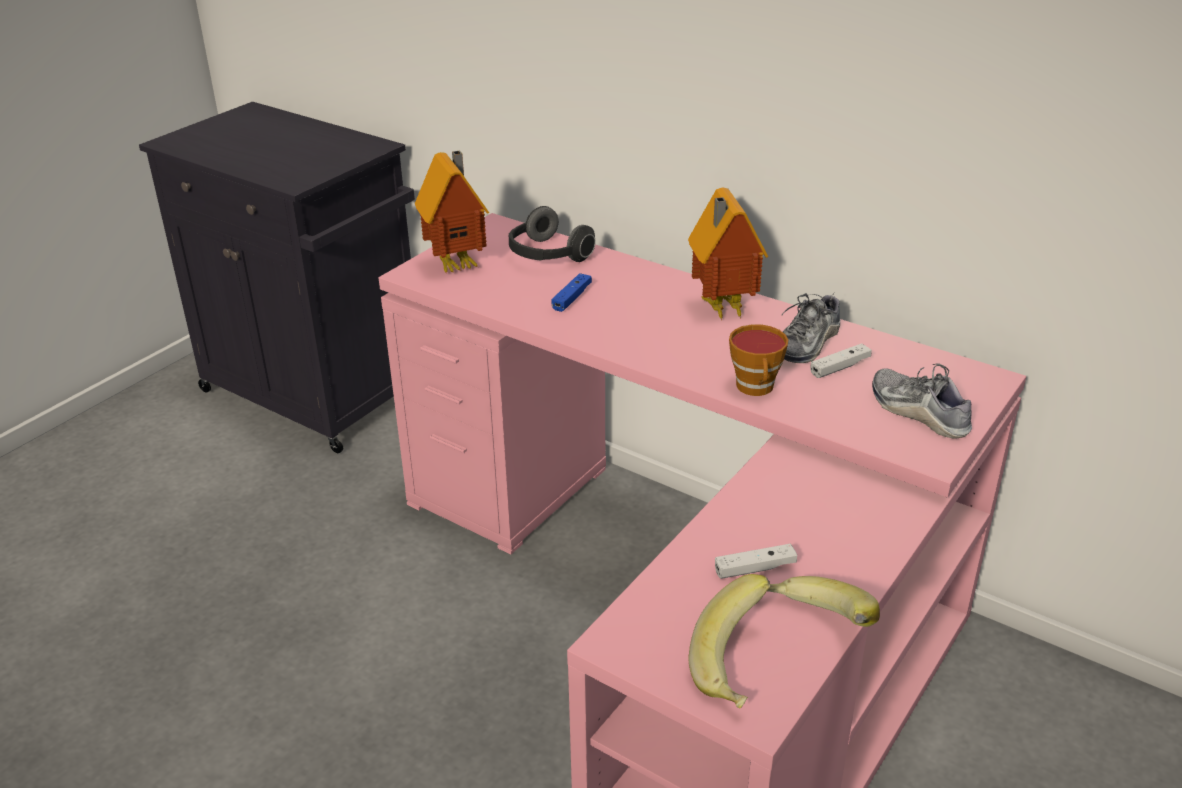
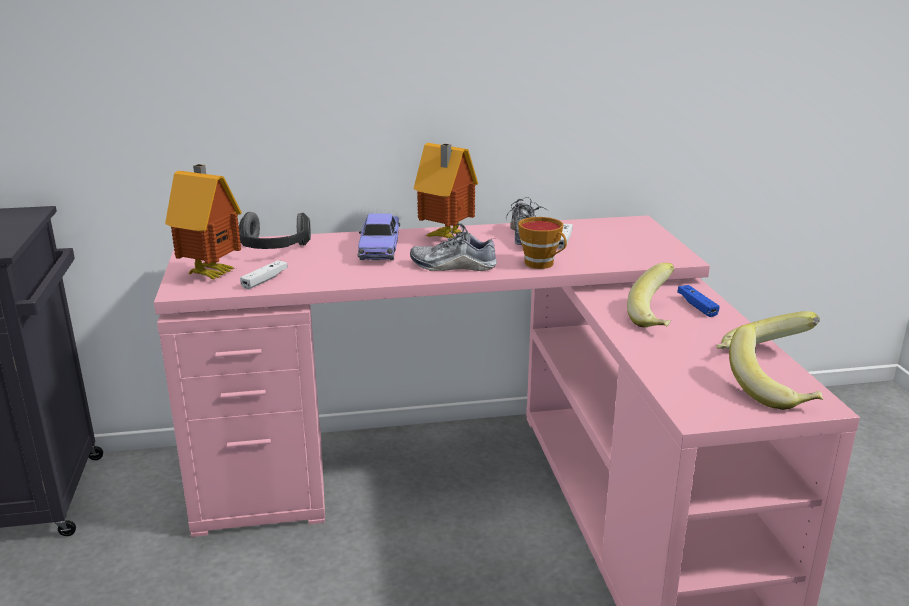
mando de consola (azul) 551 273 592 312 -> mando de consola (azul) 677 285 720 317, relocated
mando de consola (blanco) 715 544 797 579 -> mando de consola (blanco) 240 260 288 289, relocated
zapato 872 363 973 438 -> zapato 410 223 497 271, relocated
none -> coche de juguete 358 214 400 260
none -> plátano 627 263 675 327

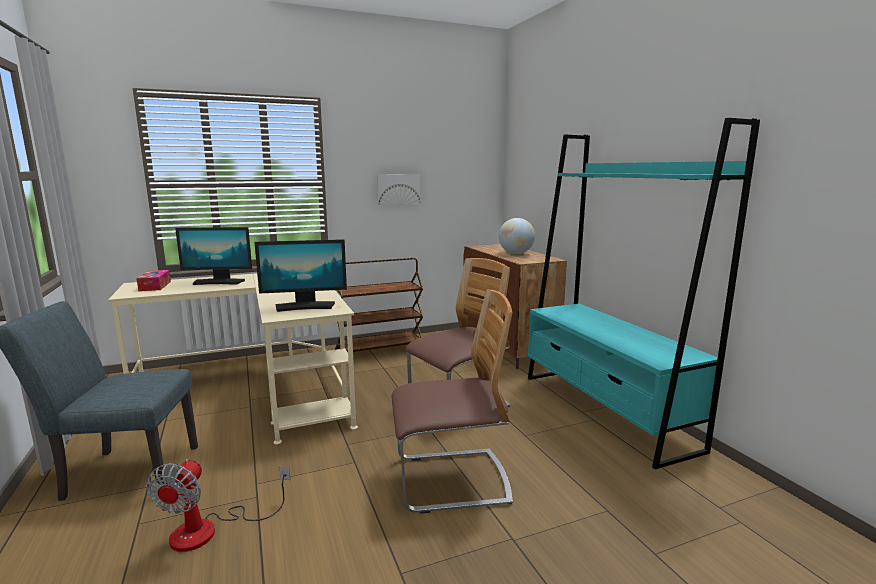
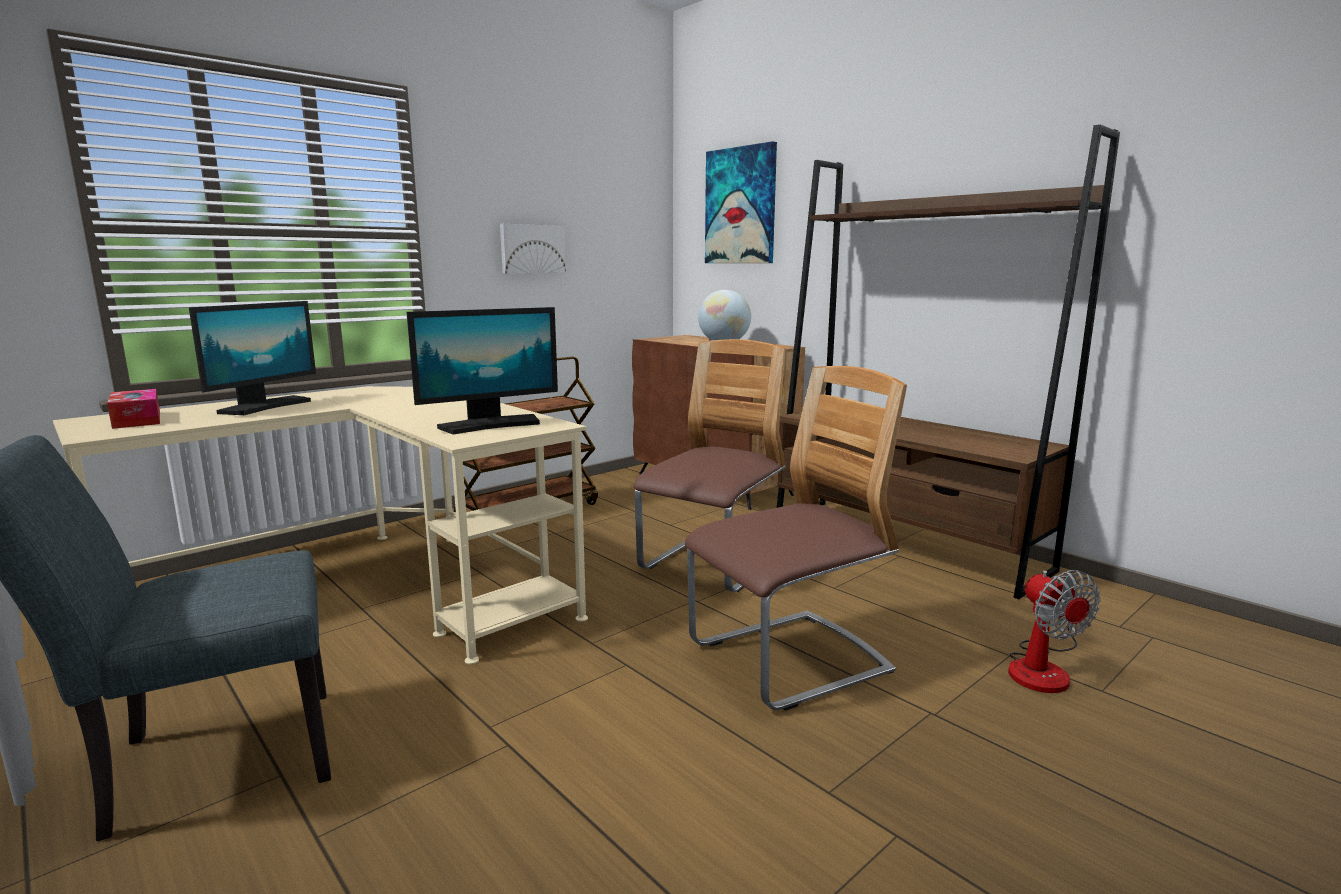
ventilador 147 459 290 552 -> ventilador 1008 570 1101 693, relocated
monitor 175 227 252 285 -> monitor 189 301 316 415, 45 degrees counterclockwise
estantería (turquesa) 528 118 760 469 -> estantería (marrón) 777 124 1120 599
none -> cuadro 705 141 777 263

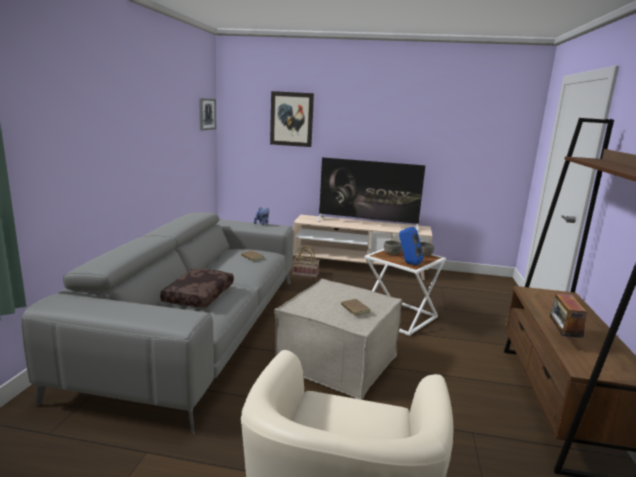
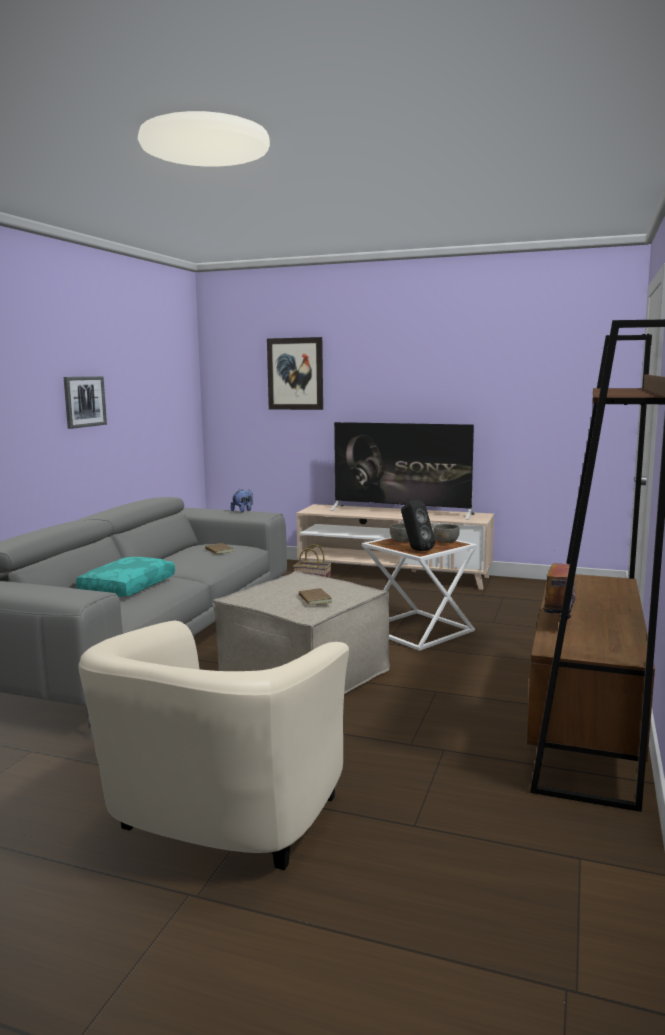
cojín (marrón) 160 269 234 308 -> cojín (turquesa) 76 557 175 597
cuadro 199 98 216 131 -> cuadro 64 376 107 429, relocated
altavoz (azul) 399 227 423 265 -> altavoz (negro) 401 499 435 551

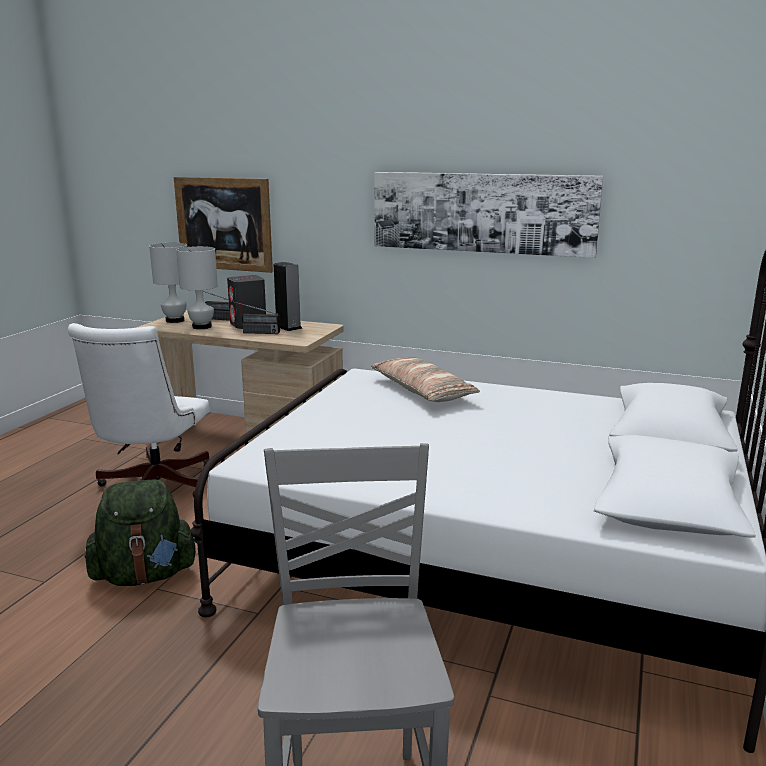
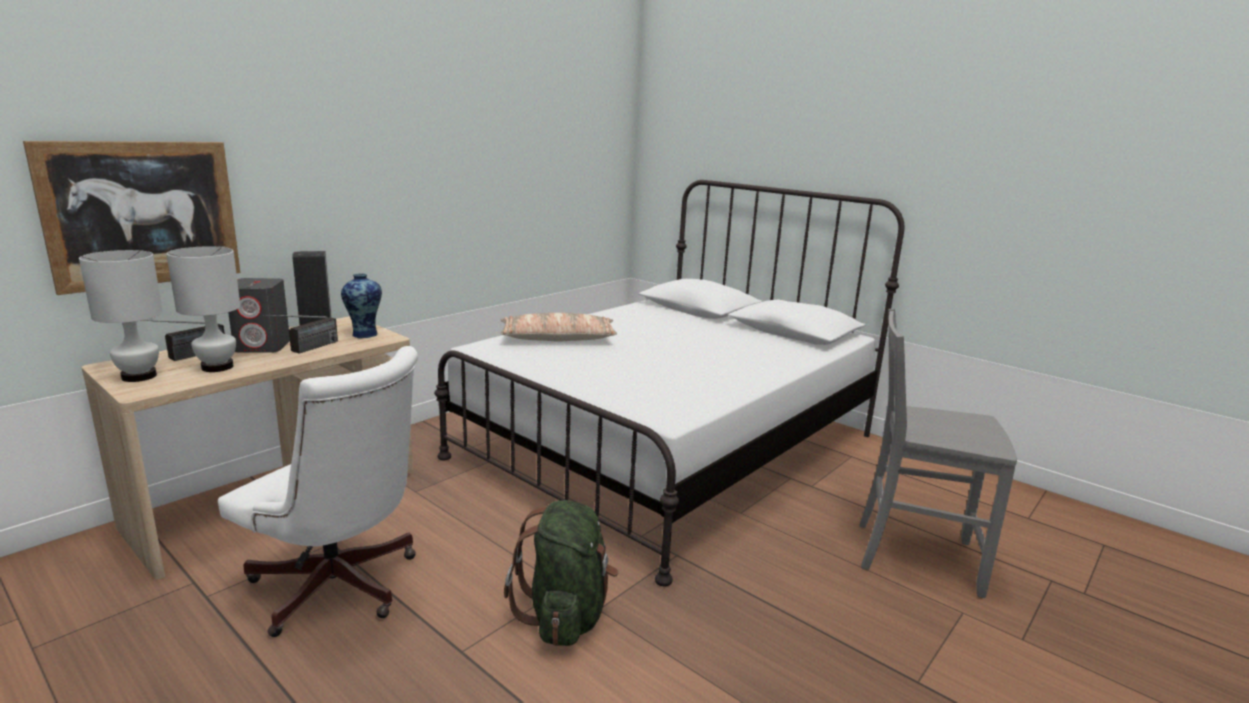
cuadro 374 172 603 258 -> none
none -> florero 341 273 382 338

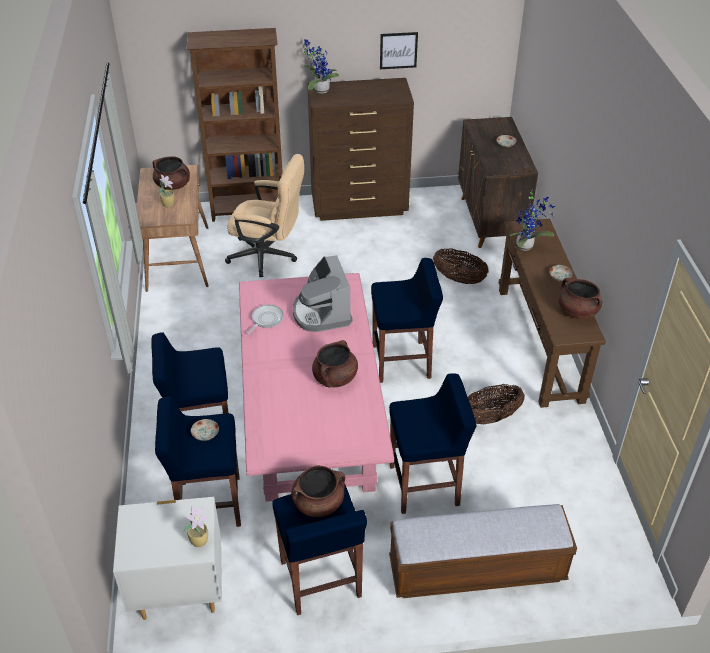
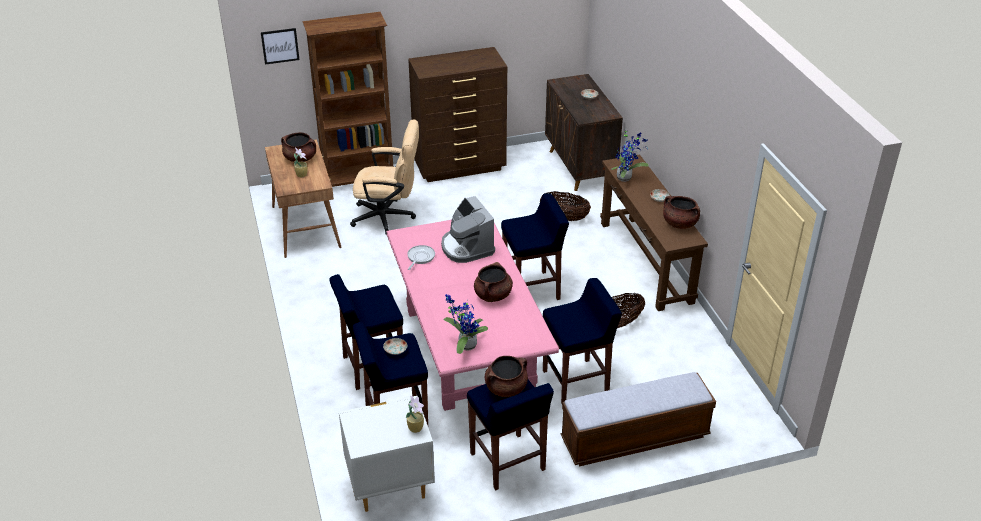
planta en maceta 303 39 339 94 -> planta en maceta 443 294 488 354, relocated
cuadro 380 32 418 69 -> cuadro 261 28 300 65, relocated

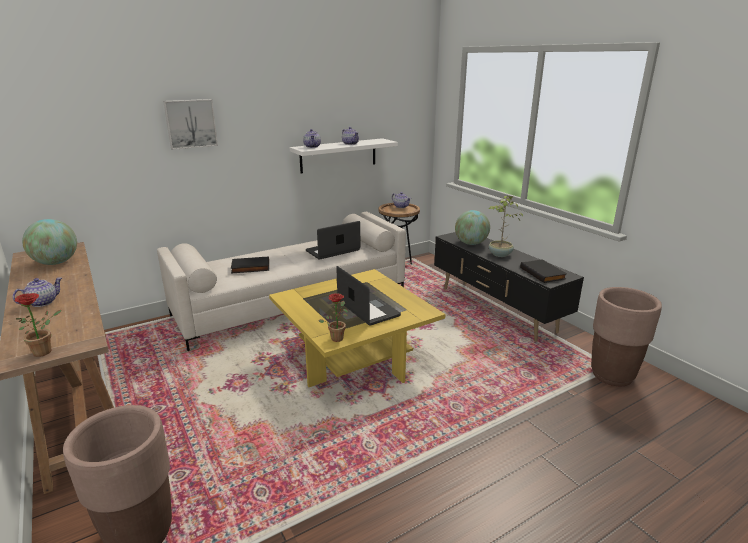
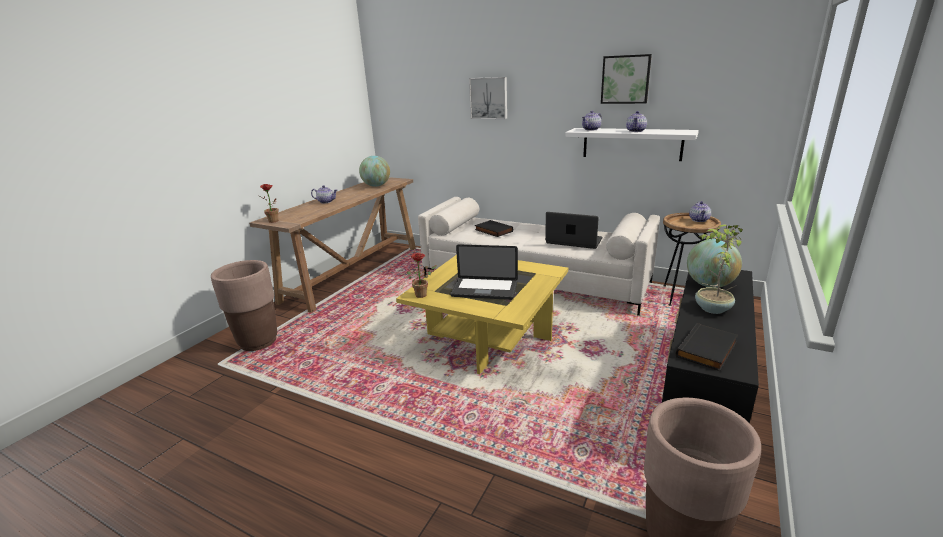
portátil 336 266 401 326 -> portátil 450 244 518 300, 75 degrees clockwise
none -> cuadro 601 54 652 104

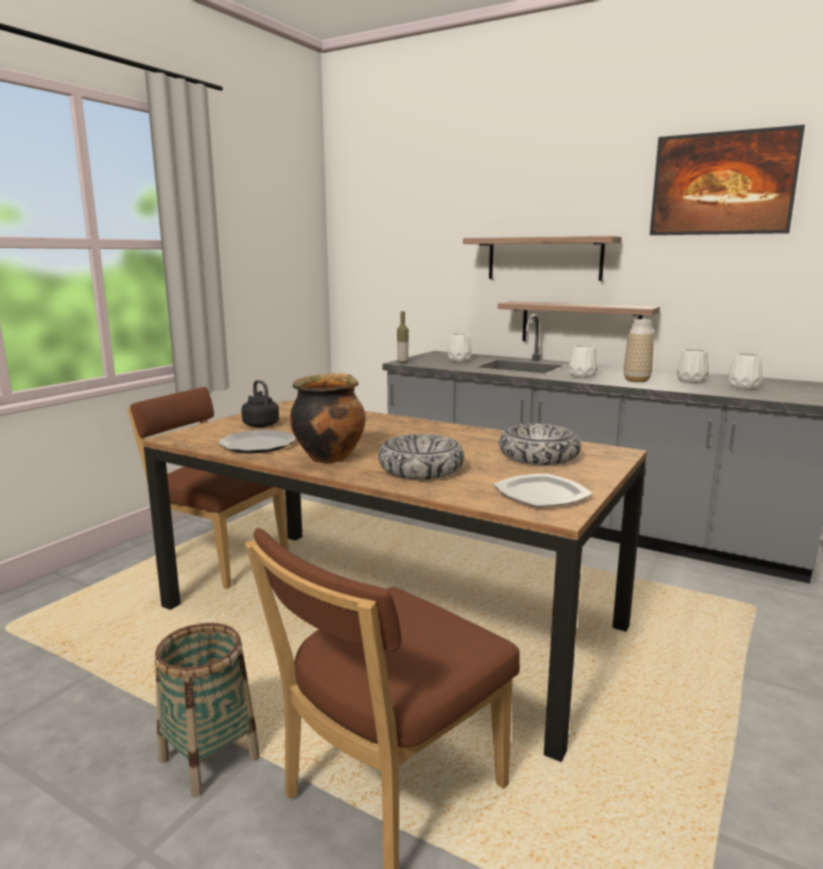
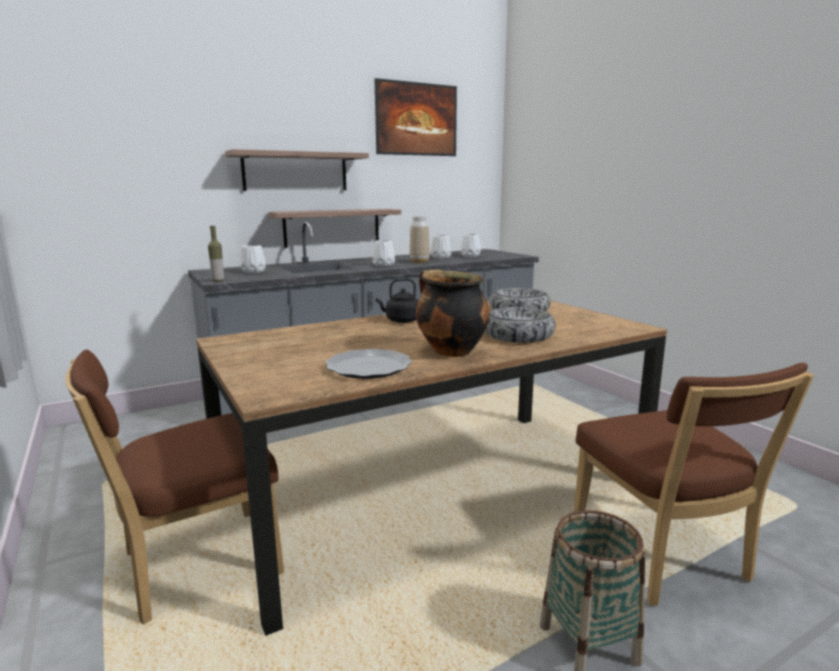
hervidor (negro) 242 380 279 427 -> hervidor (negro) 376 278 419 323, relocated
plato 493 473 593 507 -> none

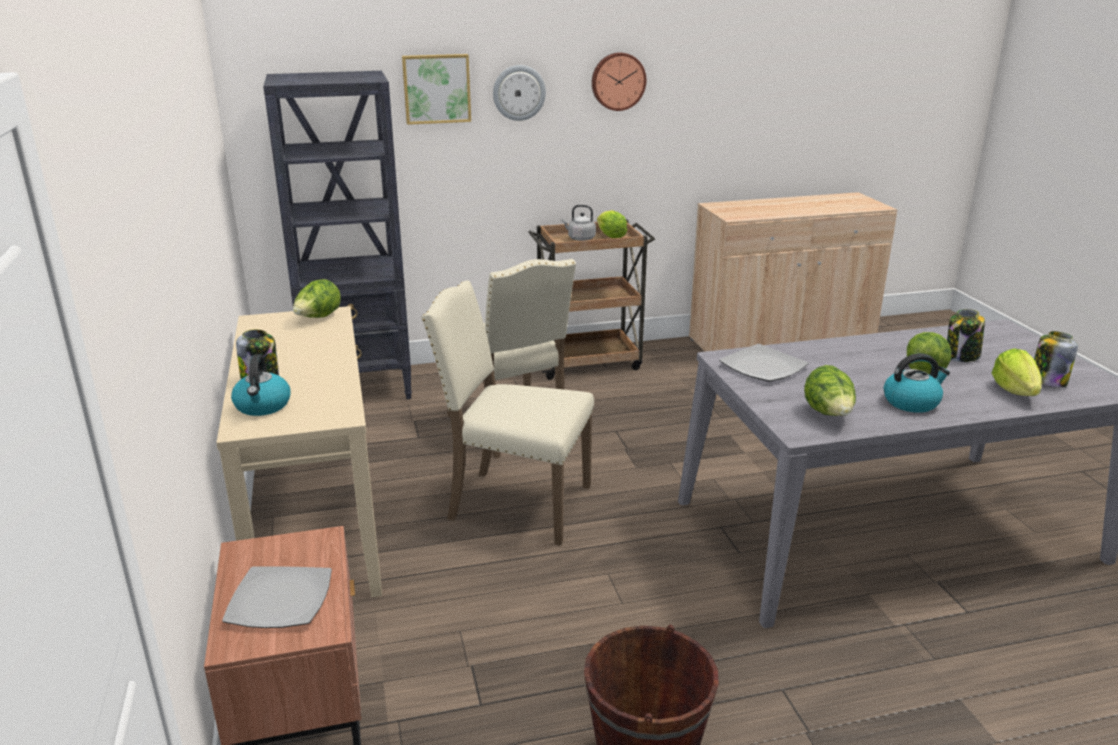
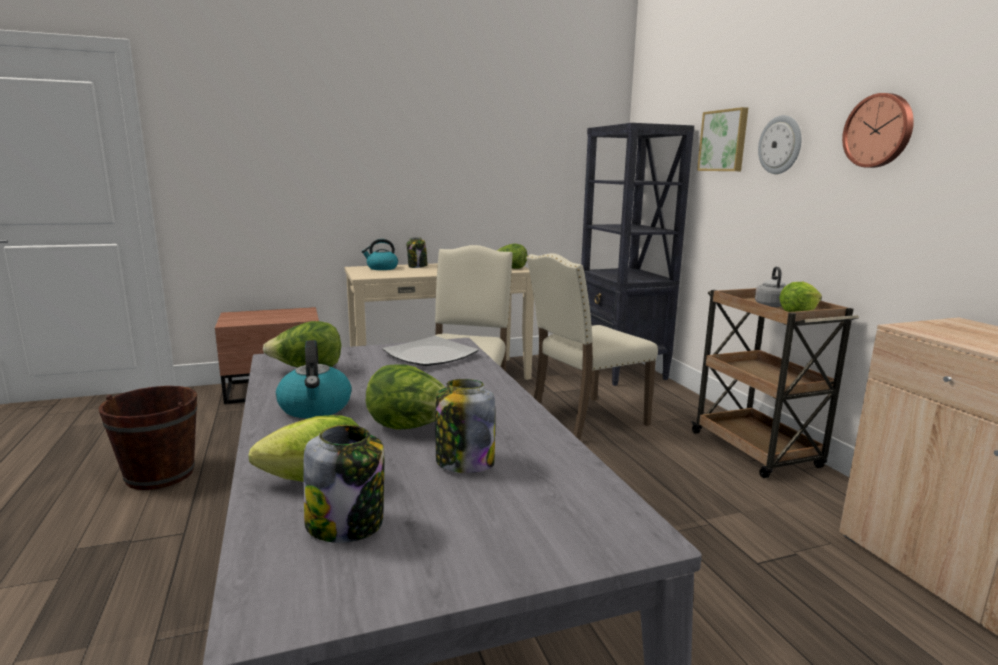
plato 222 566 332 628 -> none

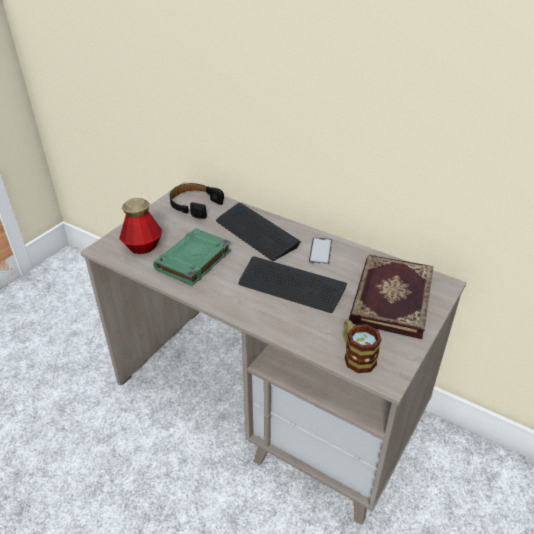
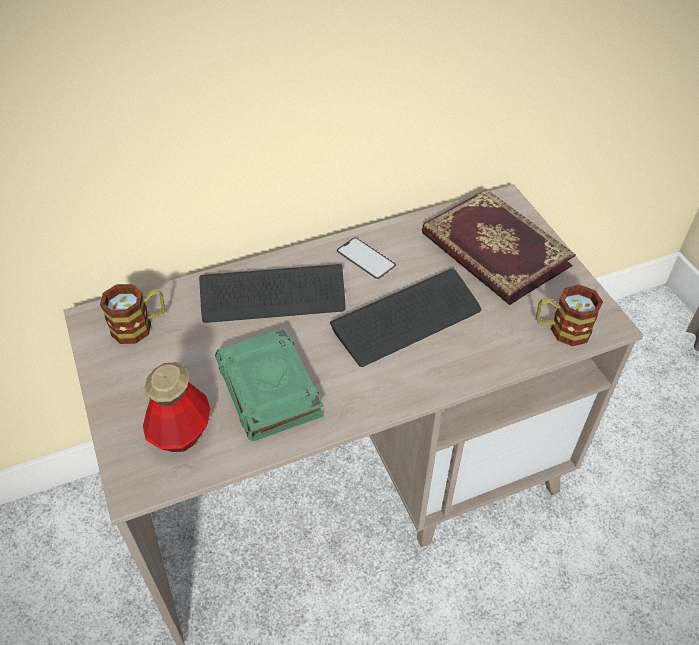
auriculares (negro) 170 183 224 219 -> taza grande 100 284 165 344

